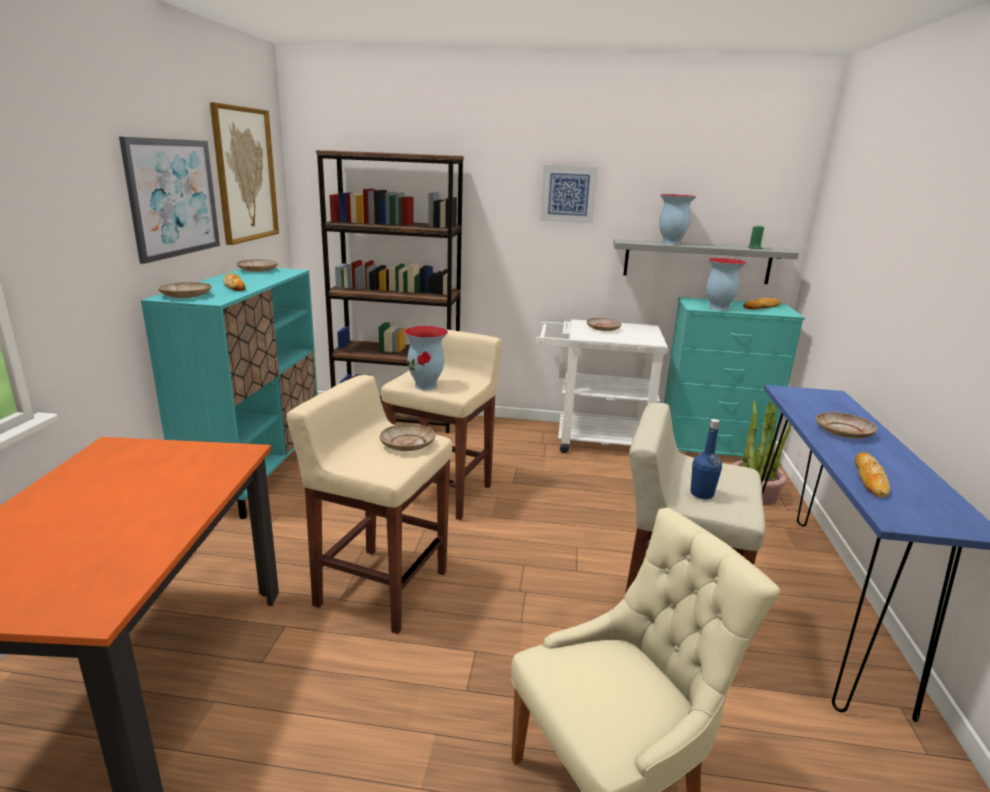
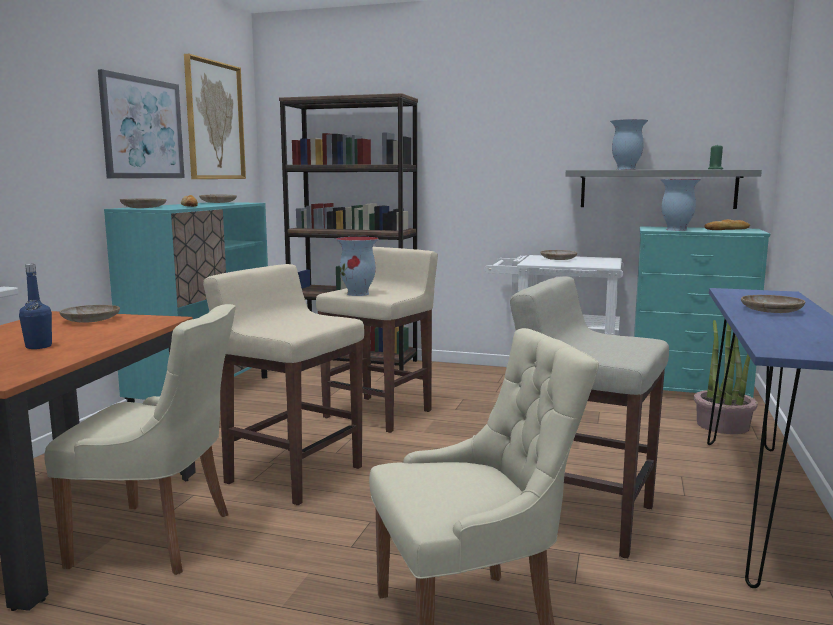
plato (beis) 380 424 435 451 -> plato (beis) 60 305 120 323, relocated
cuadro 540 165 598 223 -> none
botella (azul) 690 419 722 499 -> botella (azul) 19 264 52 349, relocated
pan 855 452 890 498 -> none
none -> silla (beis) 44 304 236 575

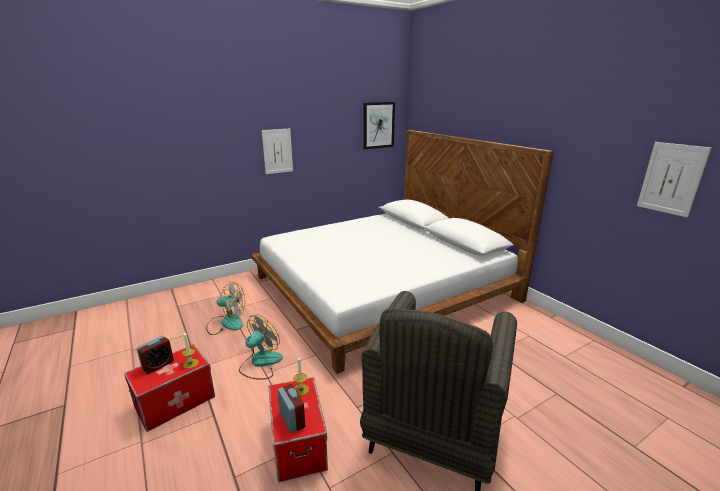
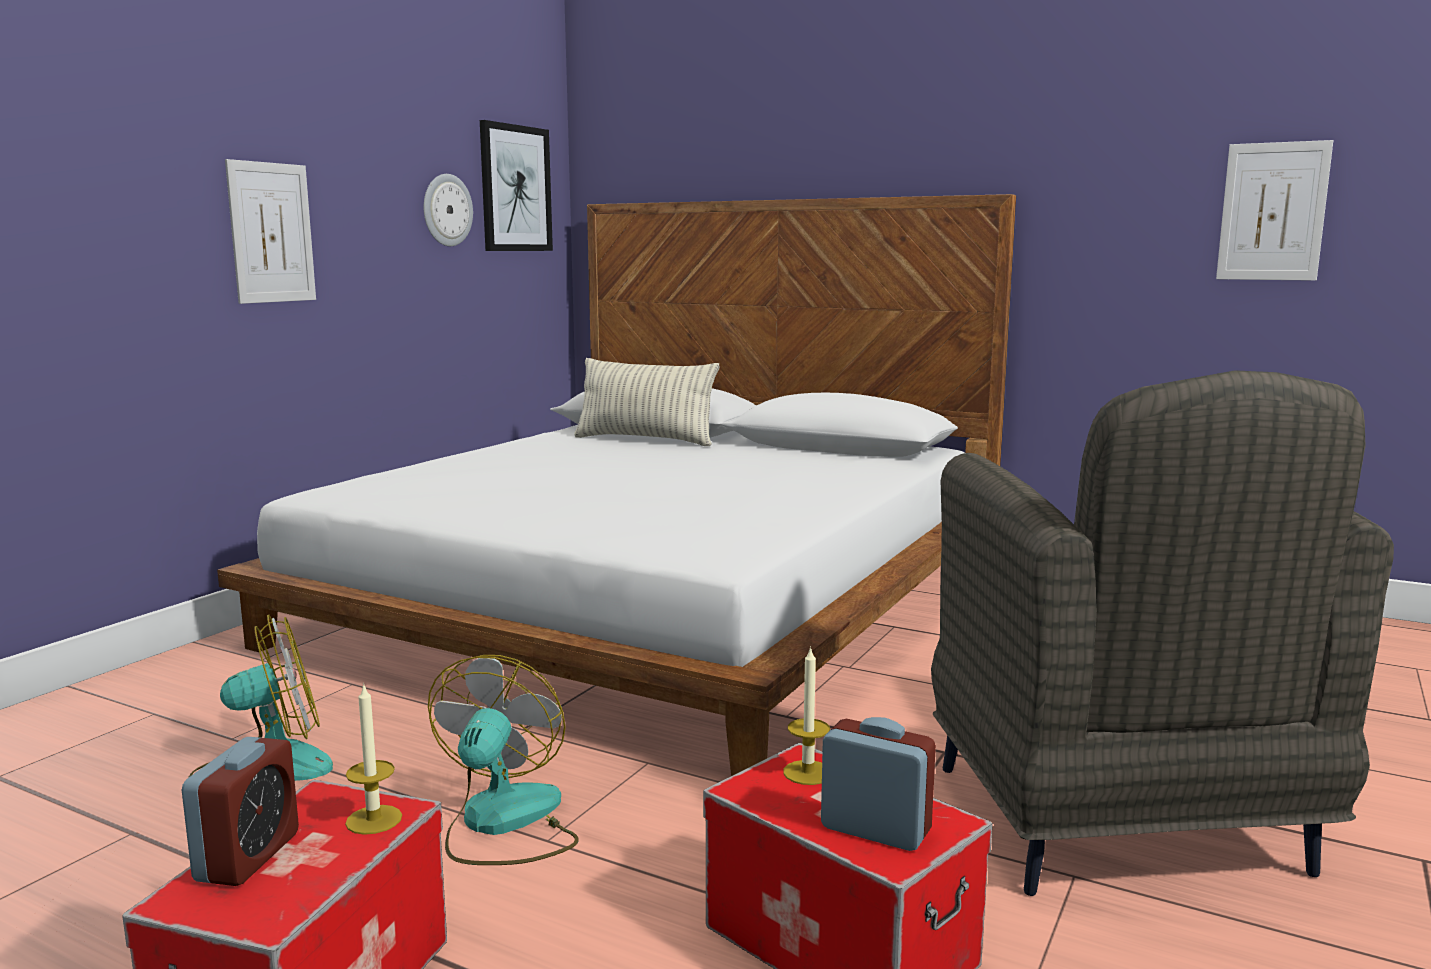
none -> reloj de pared 424 174 473 246
none -> cojín 574 358 720 446

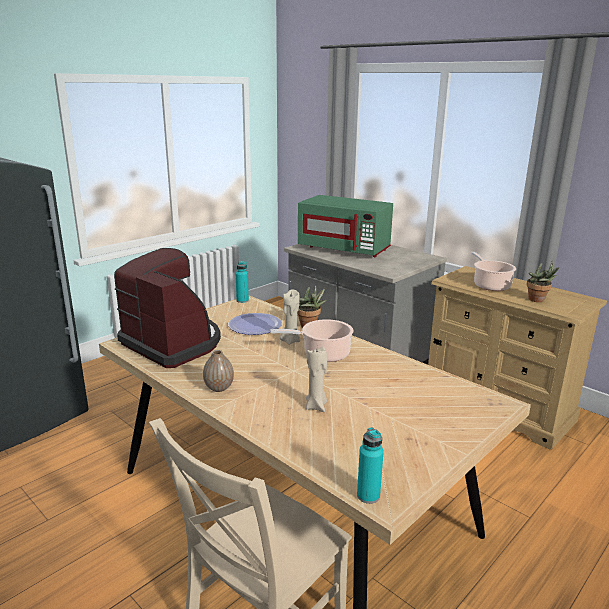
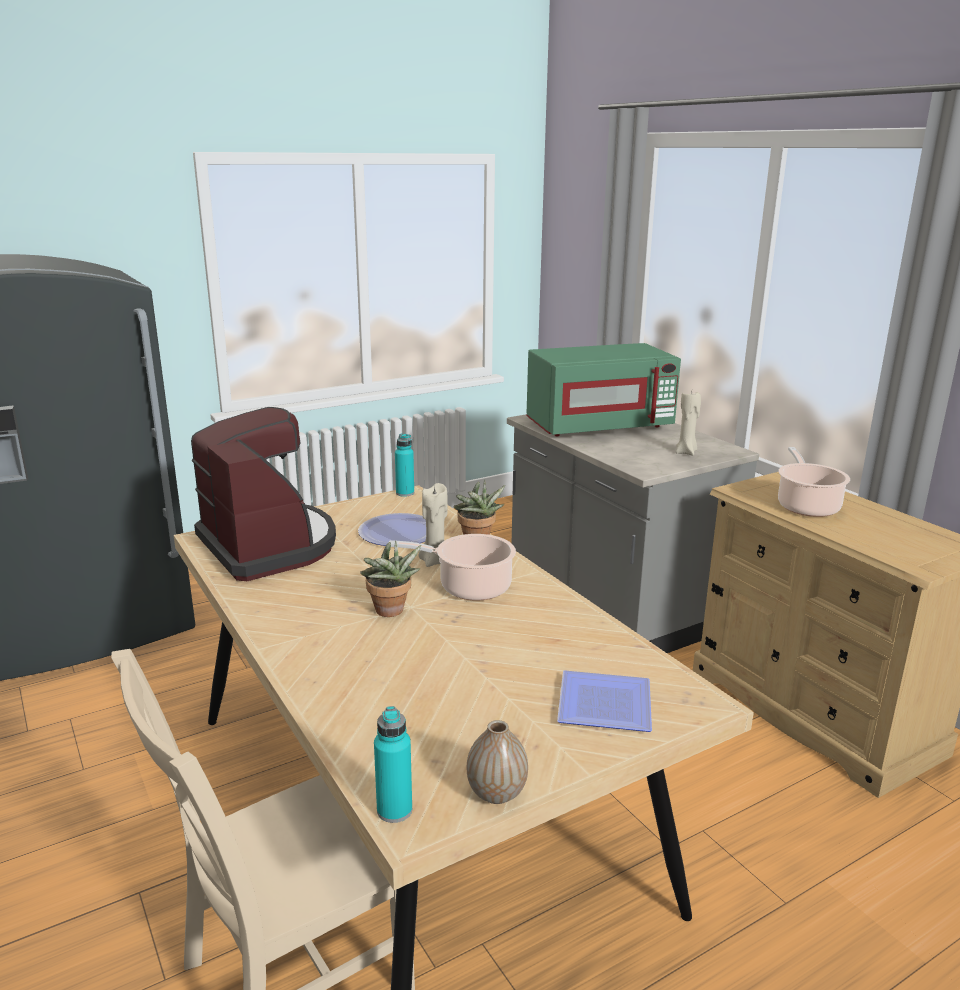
florero 203 350 234 392 -> florero 467 720 528 804, relocated
microondas (verde) 298 195 393 257 -> microondas (verde) 527 343 681 436, 60 degrees counterclockwise
vela (beis) 306 347 327 412 -> vela (beis) 676 392 701 456, relocated
planta en maceta 527 261 559 302 -> planta en maceta 360 541 421 617, relocated
none -> plato 557 670 652 732

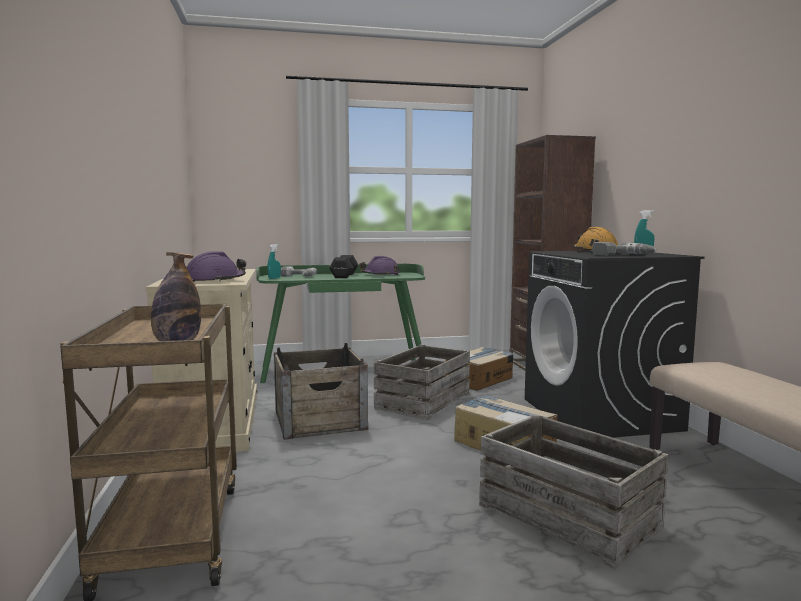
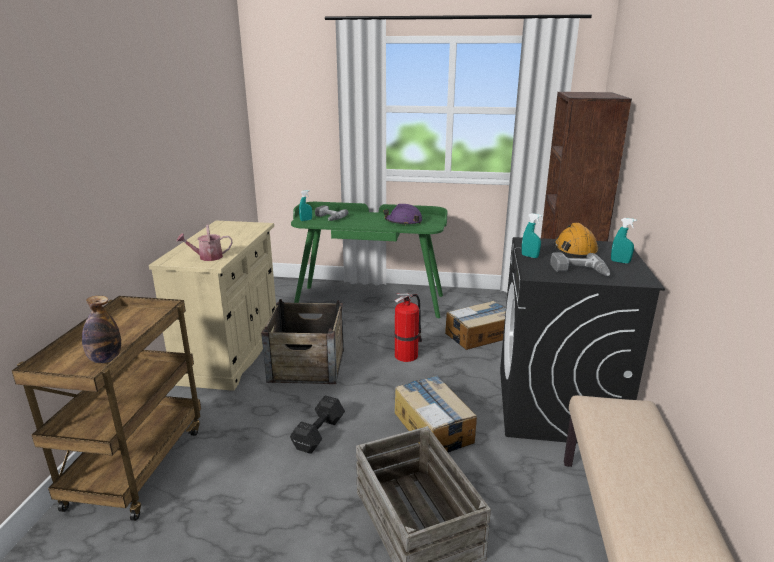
casco (morado) 186 251 246 282 -> regadera 176 225 232 261
mancuerna (negro) 329 255 358 278 -> mancuerna (negro) 290 395 345 454, relocated
caja de embalaje 374 344 470 420 -> extintor 395 293 422 362
none -> pulverizador (turquesa) 522 213 542 258

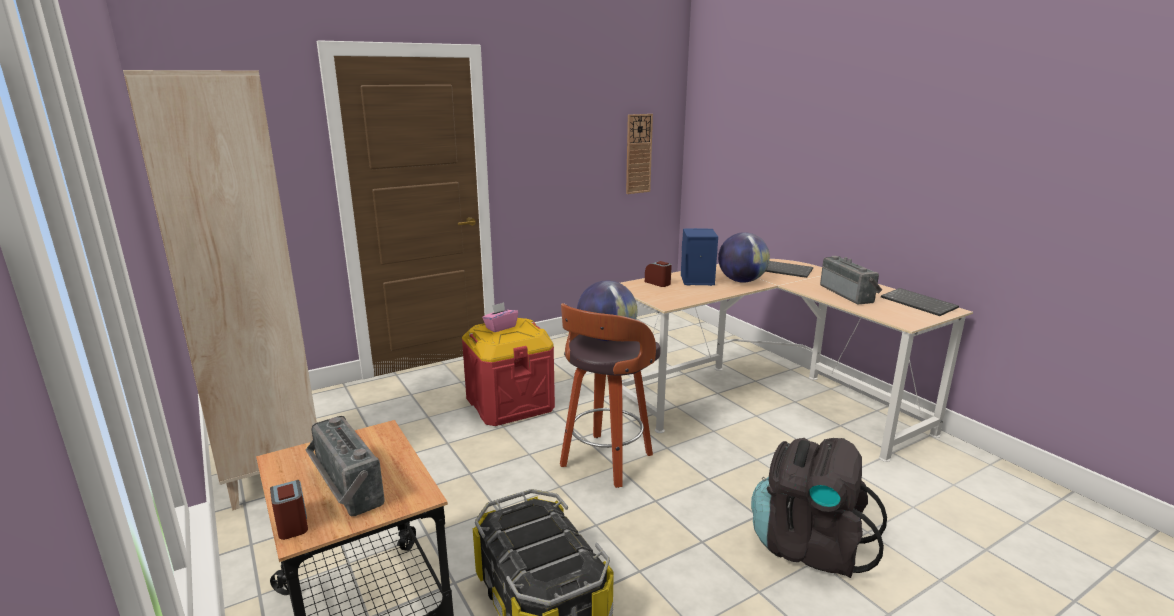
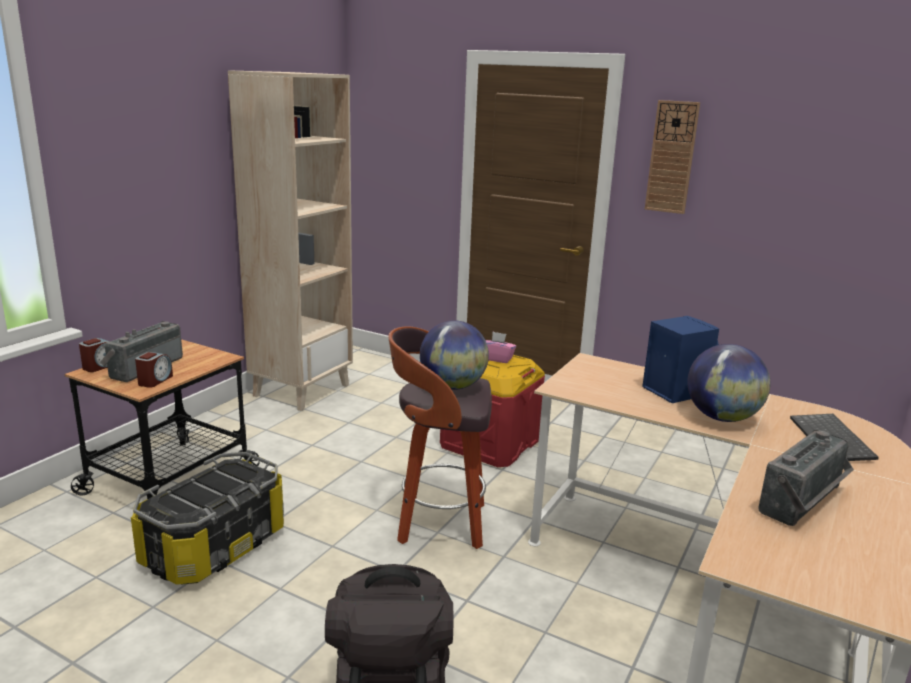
reloj de pared 626 114 653 194 -> reloj de pared 645 100 700 214, relocated
despertador 645 261 672 287 -> despertador 135 352 173 388, relocated
teclado 881 288 959 316 -> none

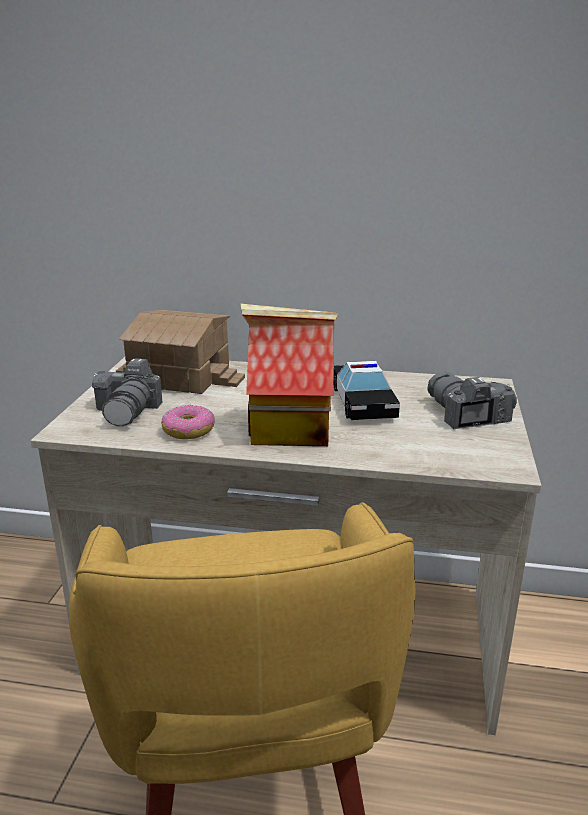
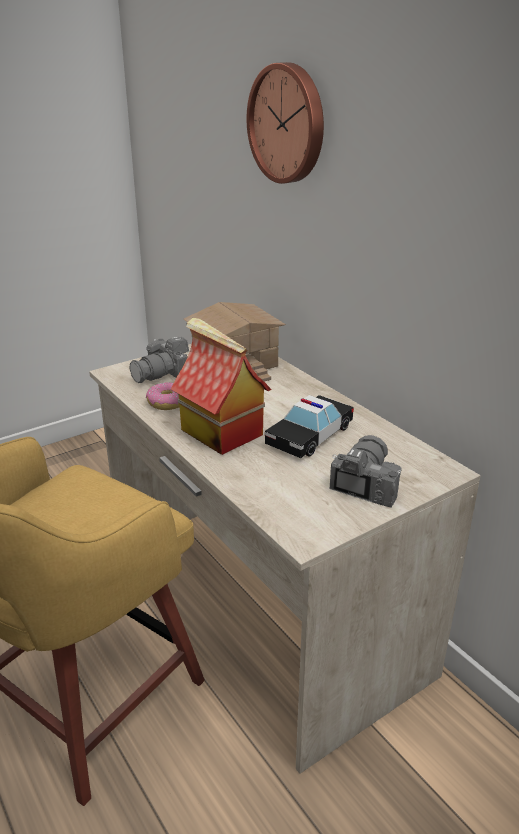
none -> reloj de pared 247 62 324 184

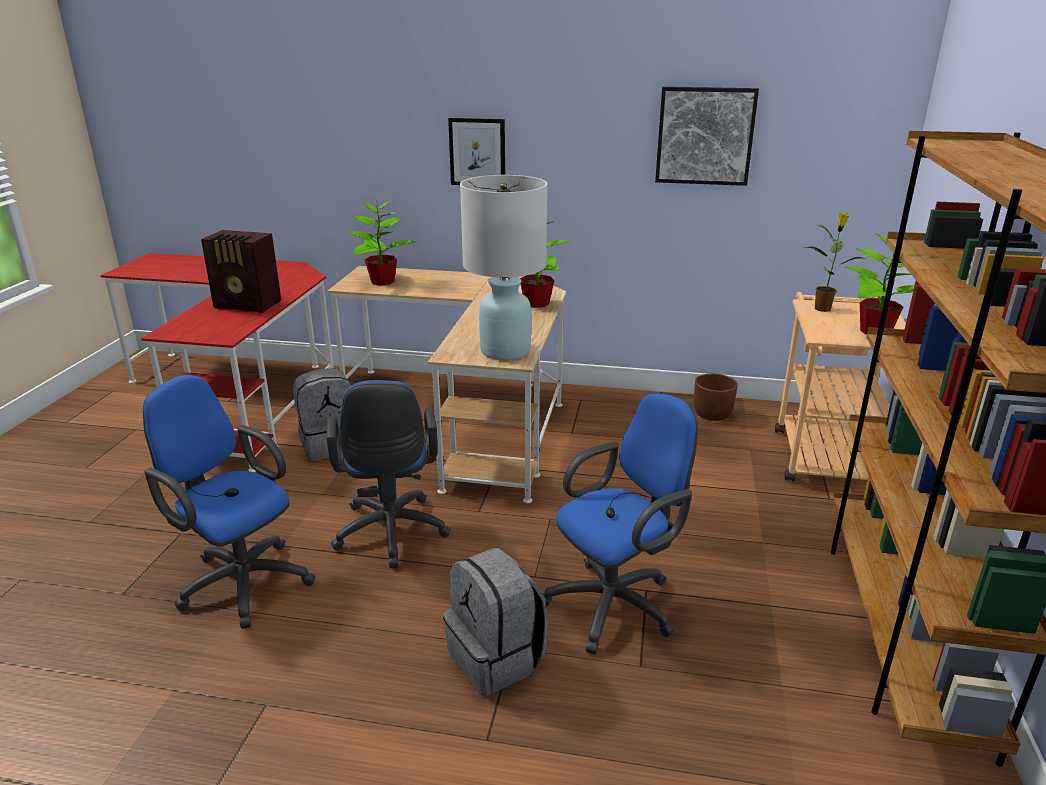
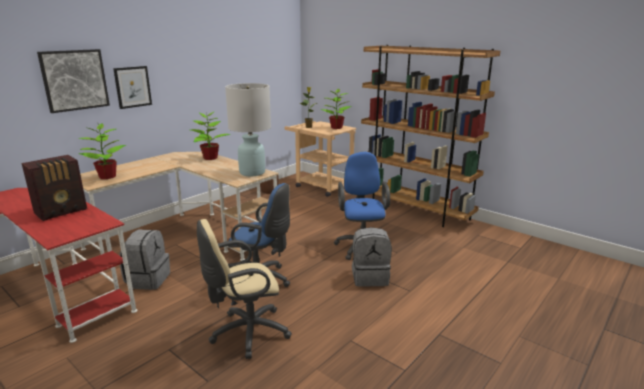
silla de oficina (azul) 143 374 315 629 -> silla de oficina (beis) 197 219 292 359
cuadro 655 87 759 186 -> cuadro 37 49 110 113, relocated

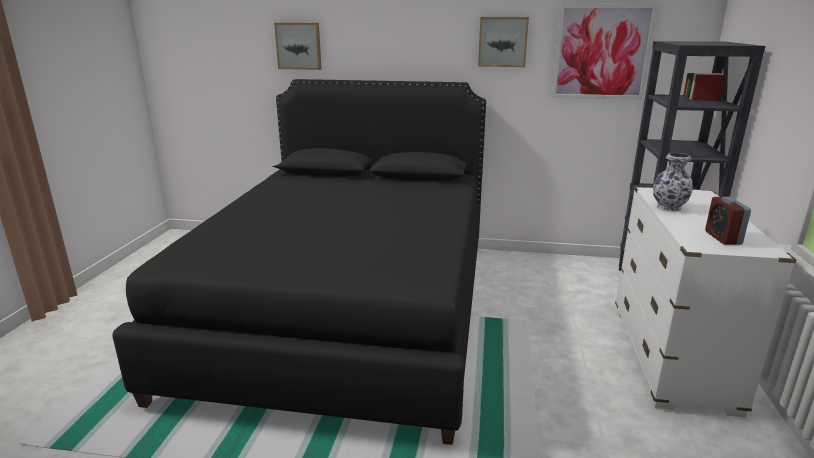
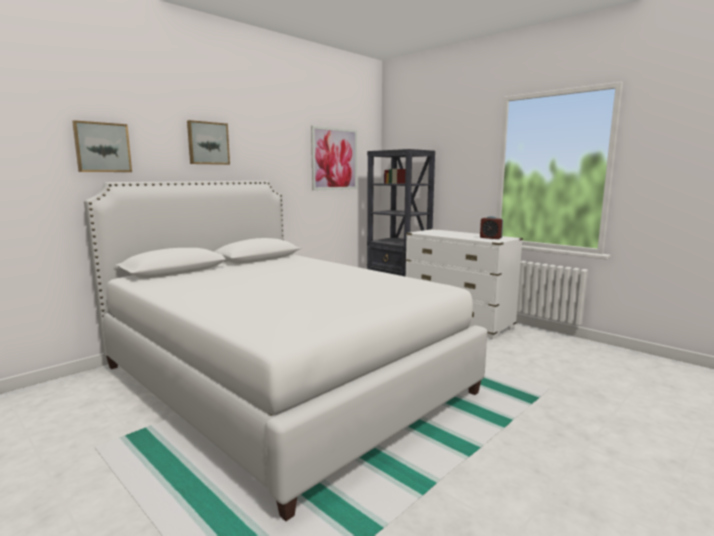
cama (negro) 112 79 486 445 -> cama (blanco) 84 181 487 521
cuadro 478 17 529 67 -> cuadro 187 120 230 165, relocated
florero 653 153 693 212 -> none

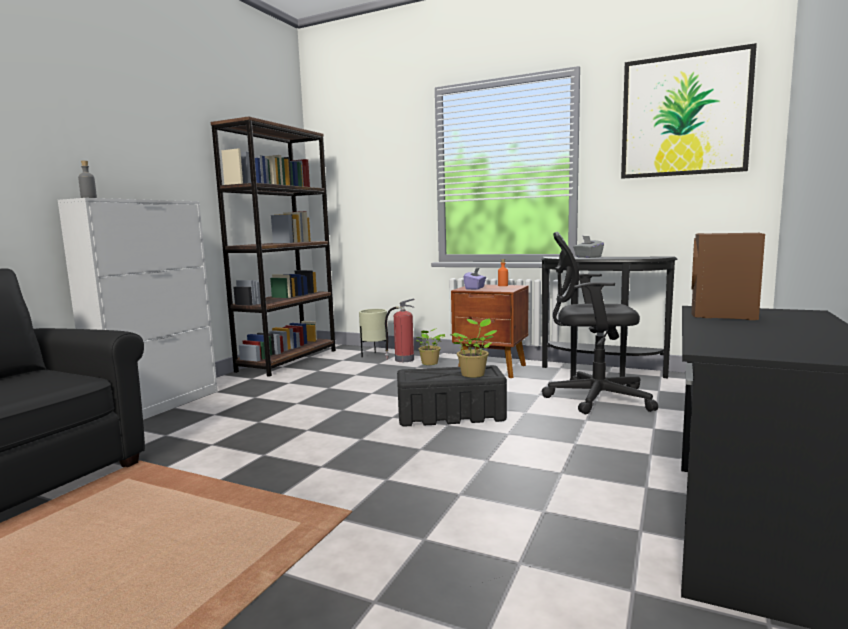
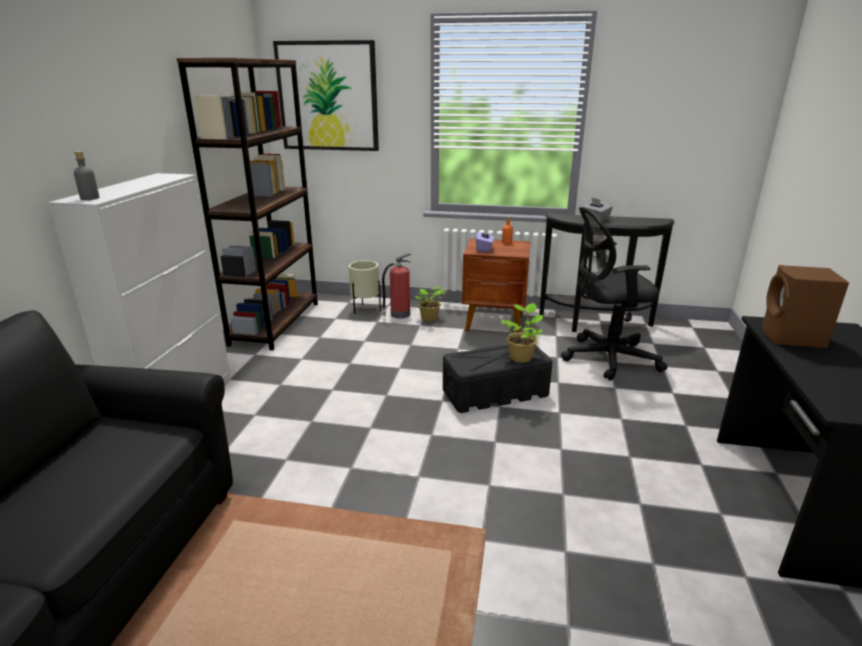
cuadro 621 43 757 179 -> cuadro 273 40 379 151, relocated

